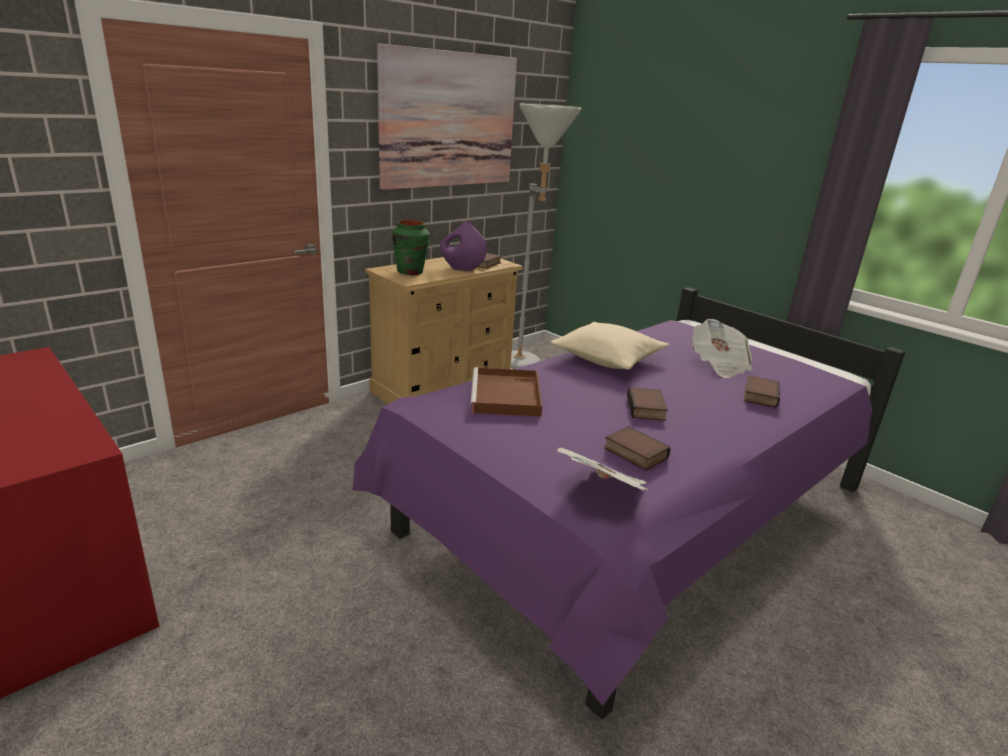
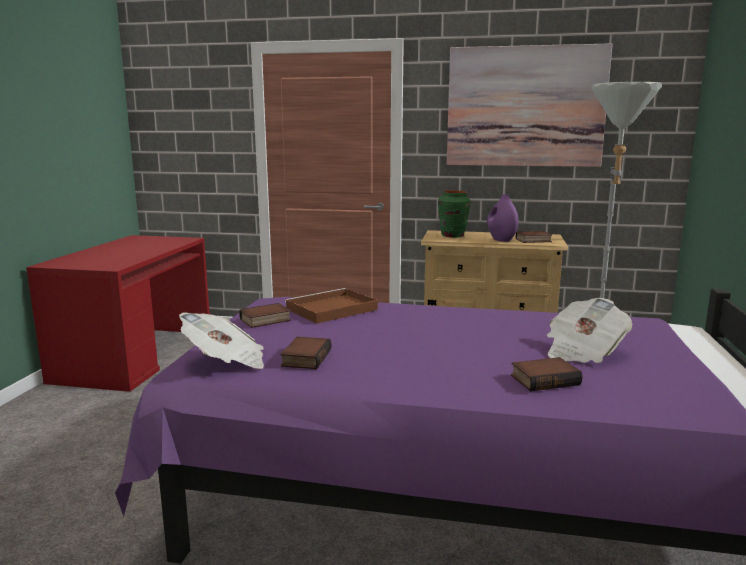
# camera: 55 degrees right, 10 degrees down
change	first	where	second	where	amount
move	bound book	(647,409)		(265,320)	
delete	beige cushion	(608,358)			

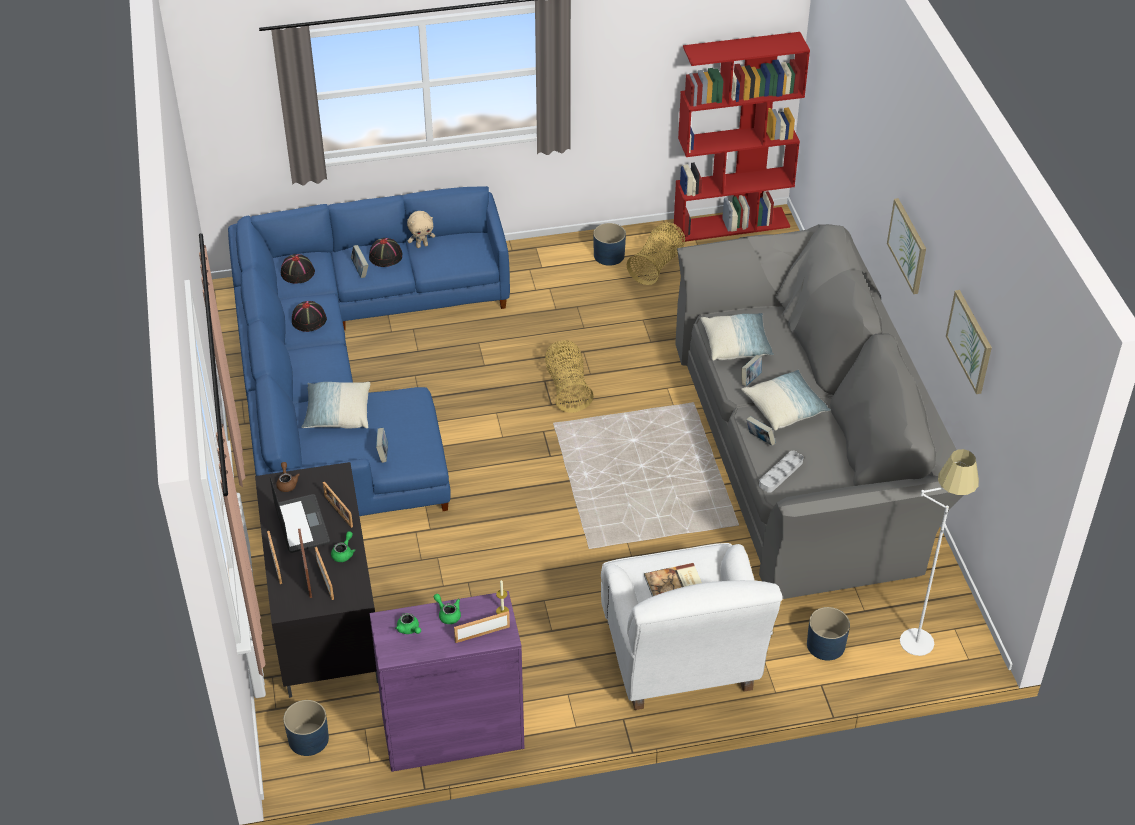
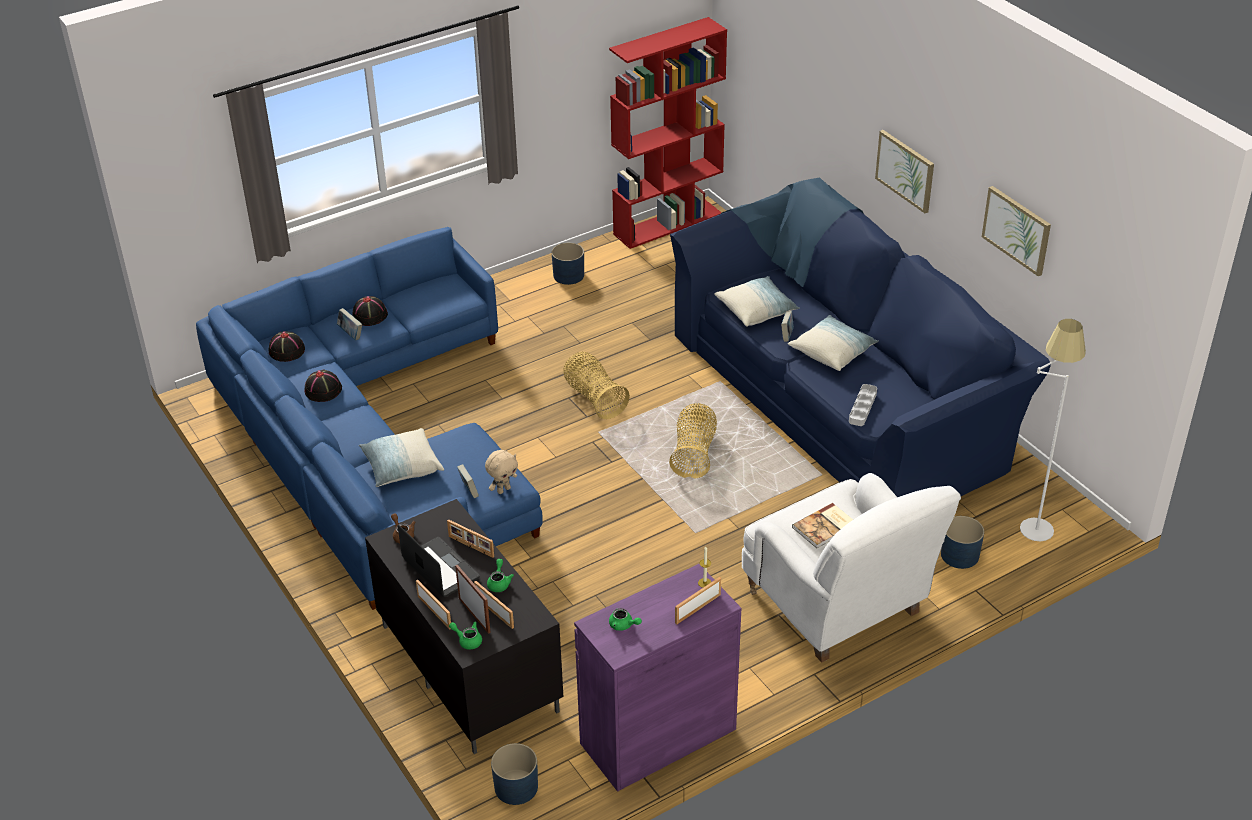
# camera: 20 degrees left, 5 degrees down
change	first	where	second	where	amount
move	green-coloured teapot	(448,614)		(467,640)	
move	beige plush toy	(422,245)		(503,490)	
move	basket	(657,265)		(694,454)	
recolor	greyish sofa	(803,449)	bluish sofa	(843,395)	
delete	bound book	(759,440)			

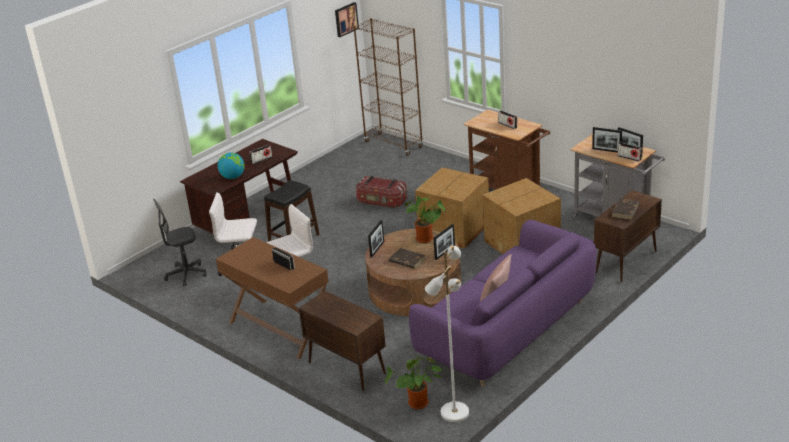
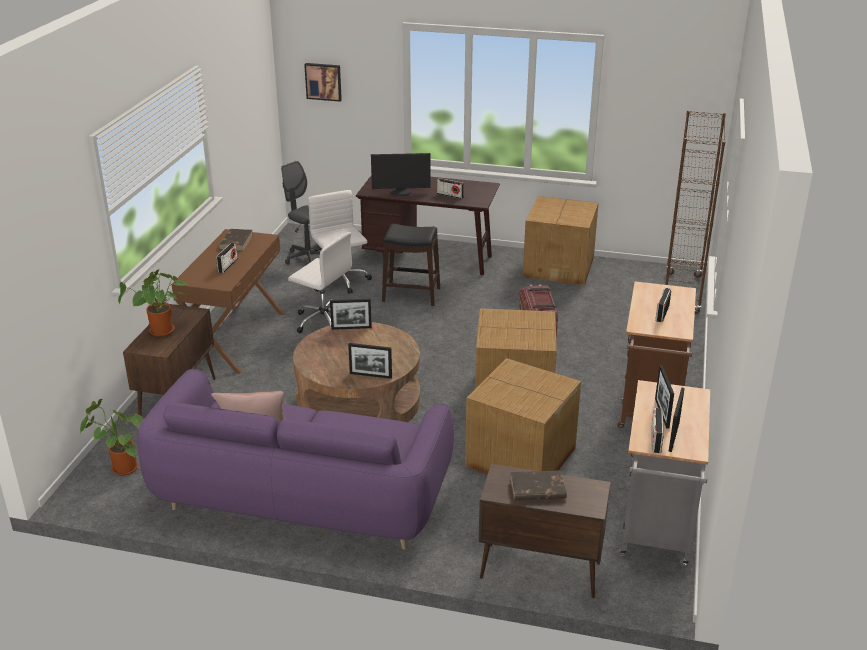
# camera: 60 degrees right, 0 degrees up
change	first	where	second	where	amount
move	plant in a pot	(426,239)		(161,333)	
move	brownish bound book	(407,260)		(236,241)	
move	wall picture	(345,19)		(323,81)	
replace	world globe	(233,177)	computer display	(401,192)	
insert			carton	(560,267)	
delete	white standard lamp	(454,412)			

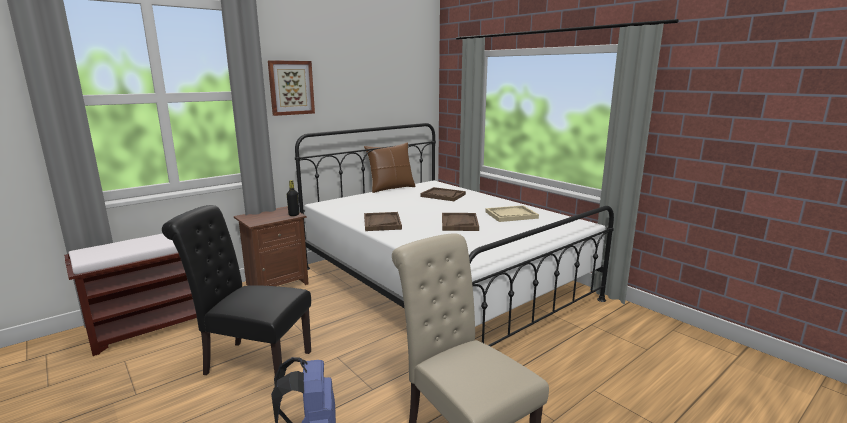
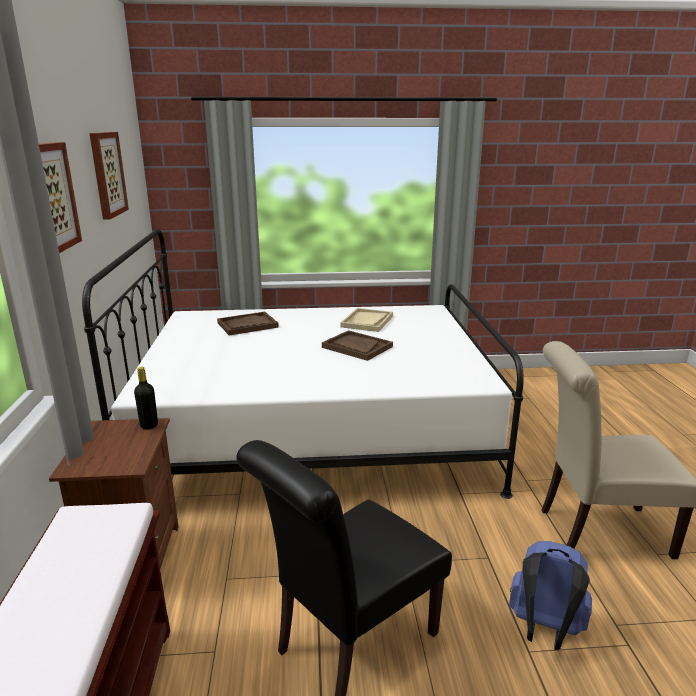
# camera: 55 degrees left, 5 degrees up
change	first	where	second	where	amount
insert			wall picture	(107,174)	
delete	brownish cushion	(391,188)			
delete	brownish carrying tray	(382,223)			

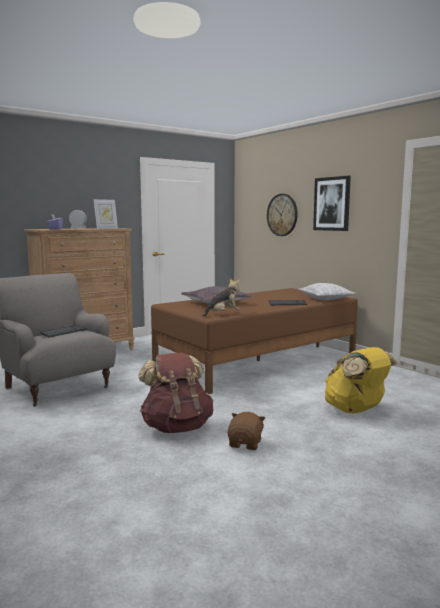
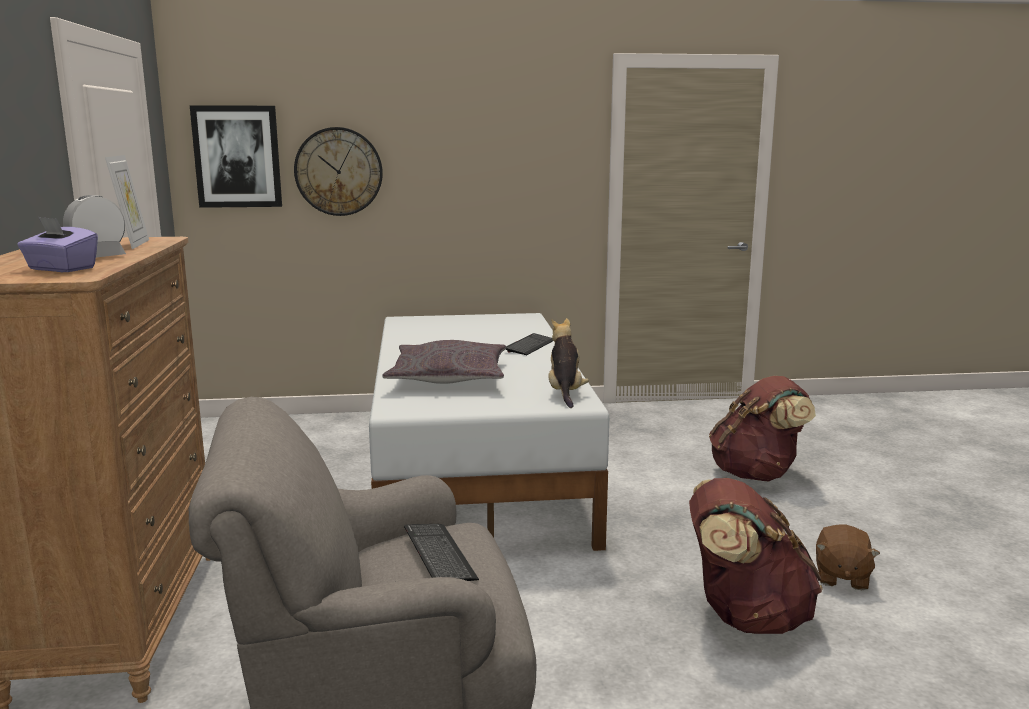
# camera: 60 degrees left, 5 degrees up
change	first	where	second	where	amount
move	wall picture	(332,204)		(237,156)	
recolor	brownish bedroom bed	(258,361)	white bedroom bed	(477,467)	
recolor	yellow rucksack	(356,410)	brownish rucksack	(756,474)	
rotate	brownish plush toy	(245,444)		(841,577)	120 degrees counterclockwise
delete	cushion	(326,299)			

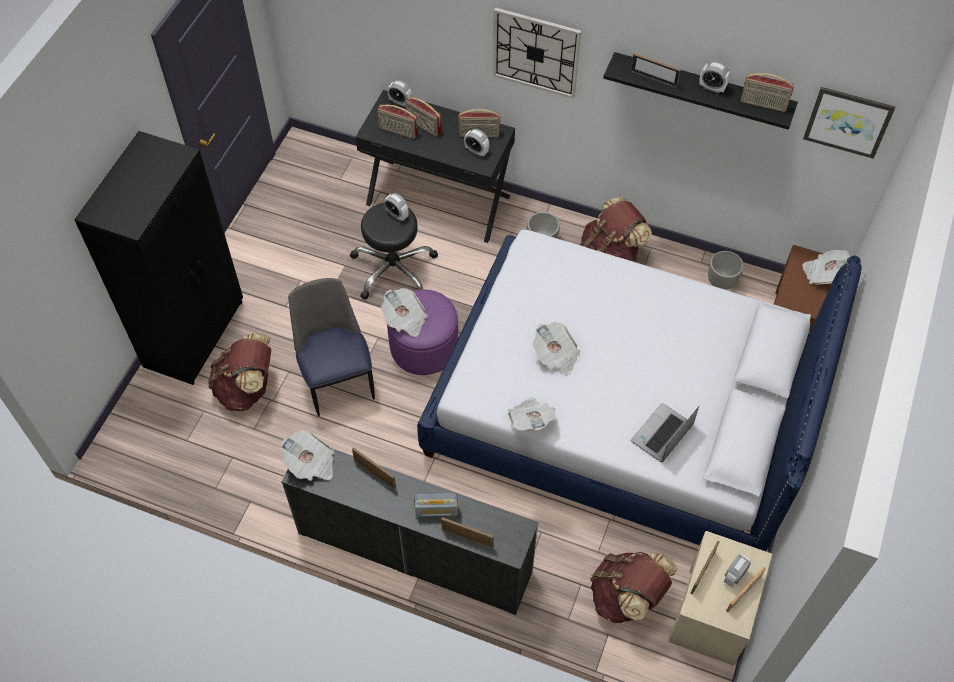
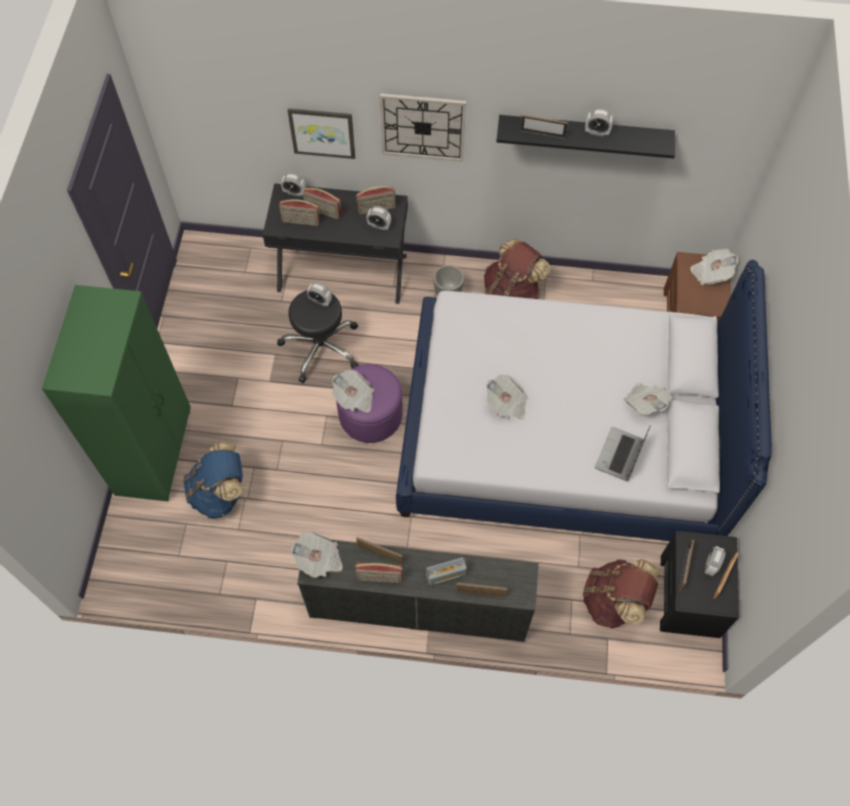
# camera: 15 degrees left, 5 degrees up
change	first	where	second	where	amount
recolor	black armoire	(195,334)	green-coloured armoire	(155,451)	
recolor	brownish rucksack	(247,389)	bluish rucksack	(220,493)	
move	wall picture	(848,121)		(322,132)	
move	radio set	(763,104)		(379,578)	
move	newspaper	(531,420)		(645,403)	
recolor	beige bedside table	(712,613)	black bedside table	(689,596)	
delete	chair	(337,379)			
delete	planter	(721,282)			

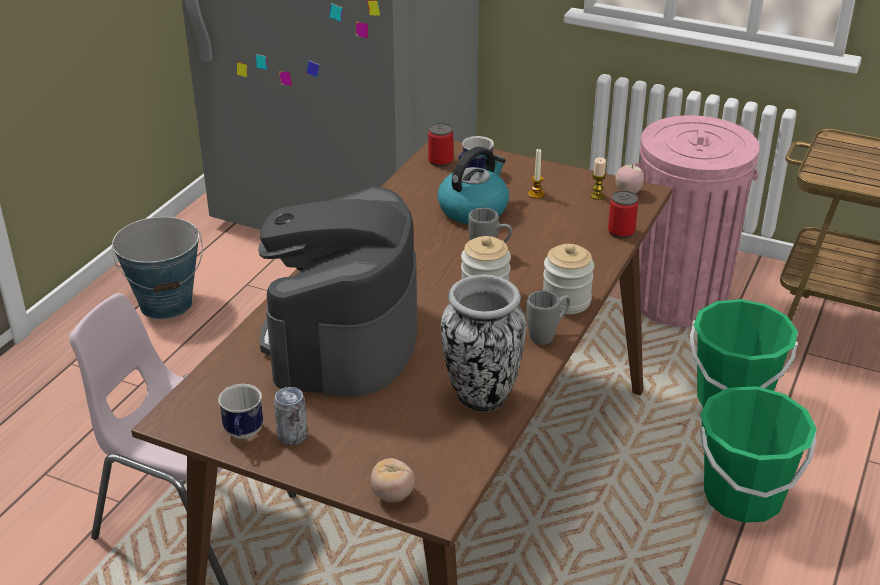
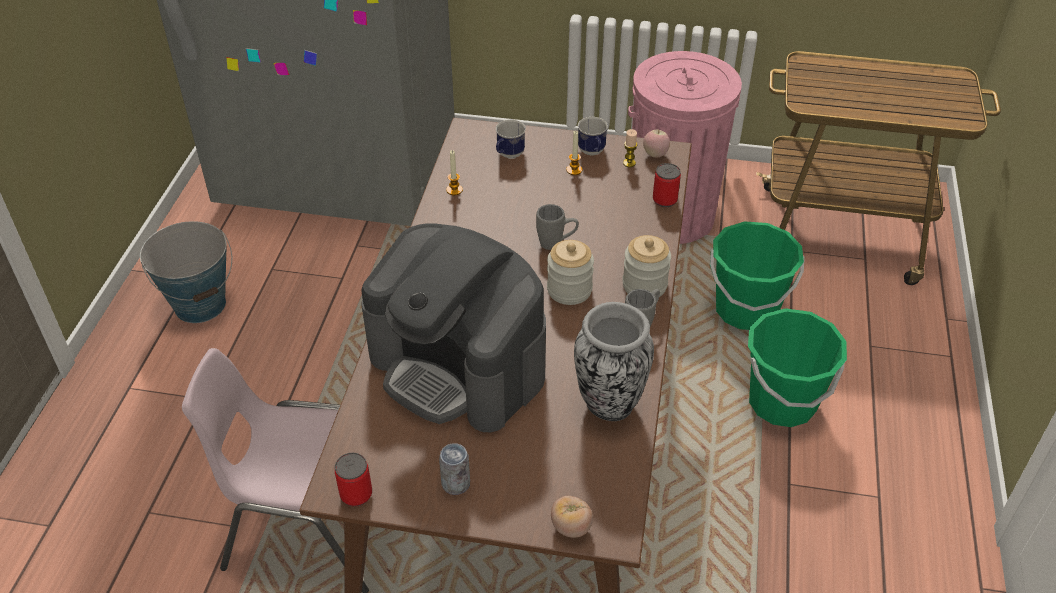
# camera: 15 degrees left, 10 degrees up
change	first	where	second	where	amount
move	can	(440,161)		(356,494)	
rotate	coffee brewer	(342,339)		(459,366)	45 degrees counterclockwise
insert			wax light	(454,190)	
move	coffee mug	(243,435)		(592,153)	
delete	tea kettle	(473,209)			

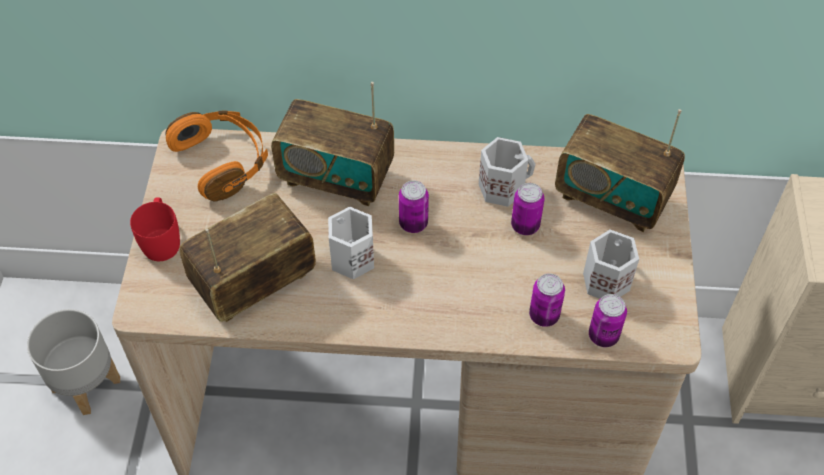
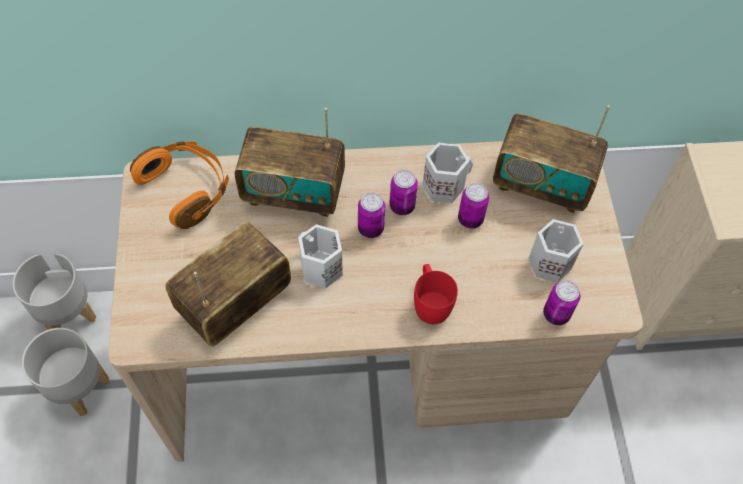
# camera: 10 degrees left, 5 degrees up
change	first	where	second	where	amount
insert			greyish planter	(67,315)	
move	can	(544,315)		(402,206)	
move	red-coloured coffee mug	(162,239)		(430,301)	

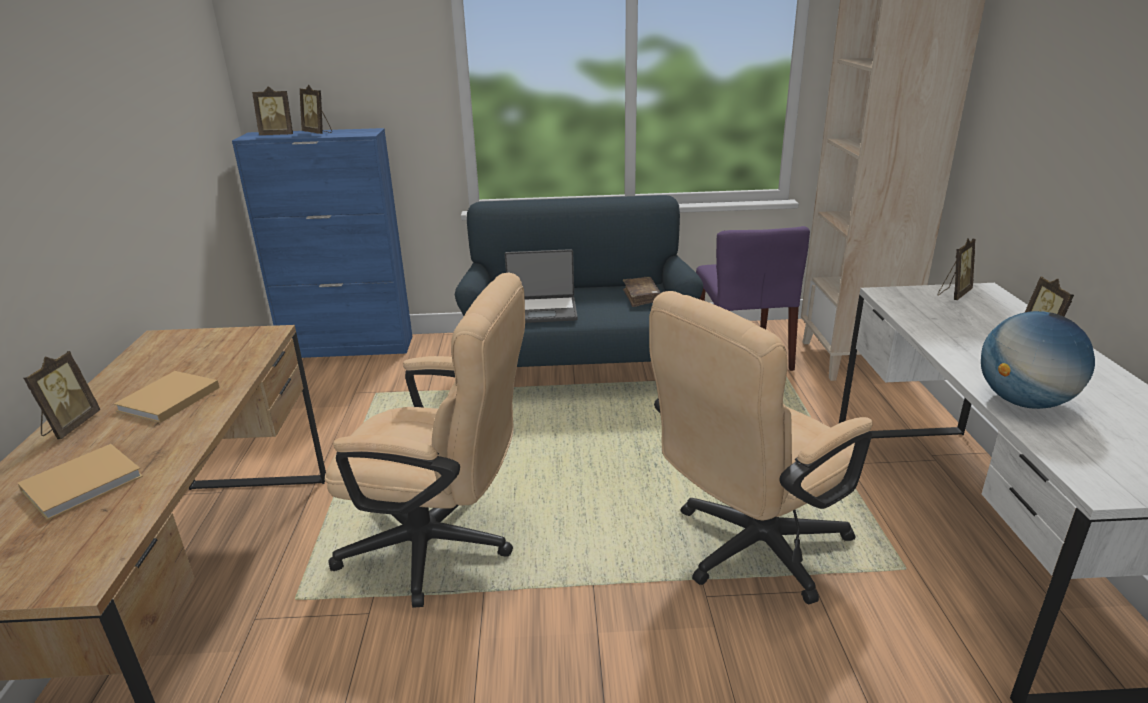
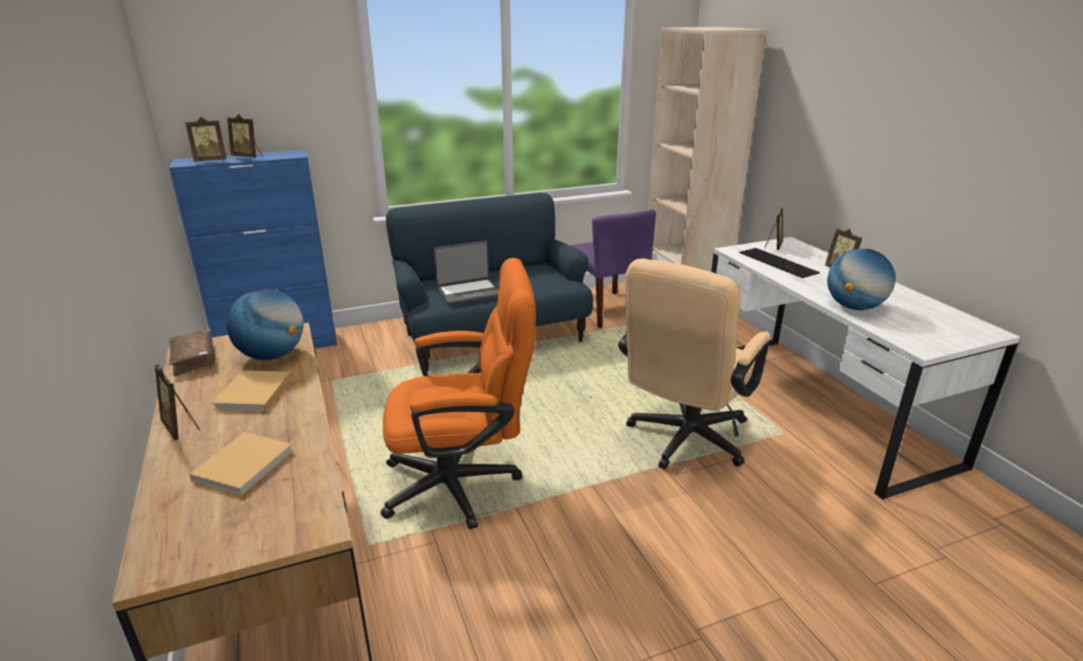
# camera: 20 degrees left, 0 degrees up
change	first	where	second	where	amount
rotate	picture frame	(70,426)		(181,427)	150 degrees clockwise
move	brownish bound book	(641,297)		(194,359)	
insert			world globe	(272,355)	
recolor	beige office chair	(441,547)	orange office chair	(464,484)	
insert			computer keyboard	(779,262)	

